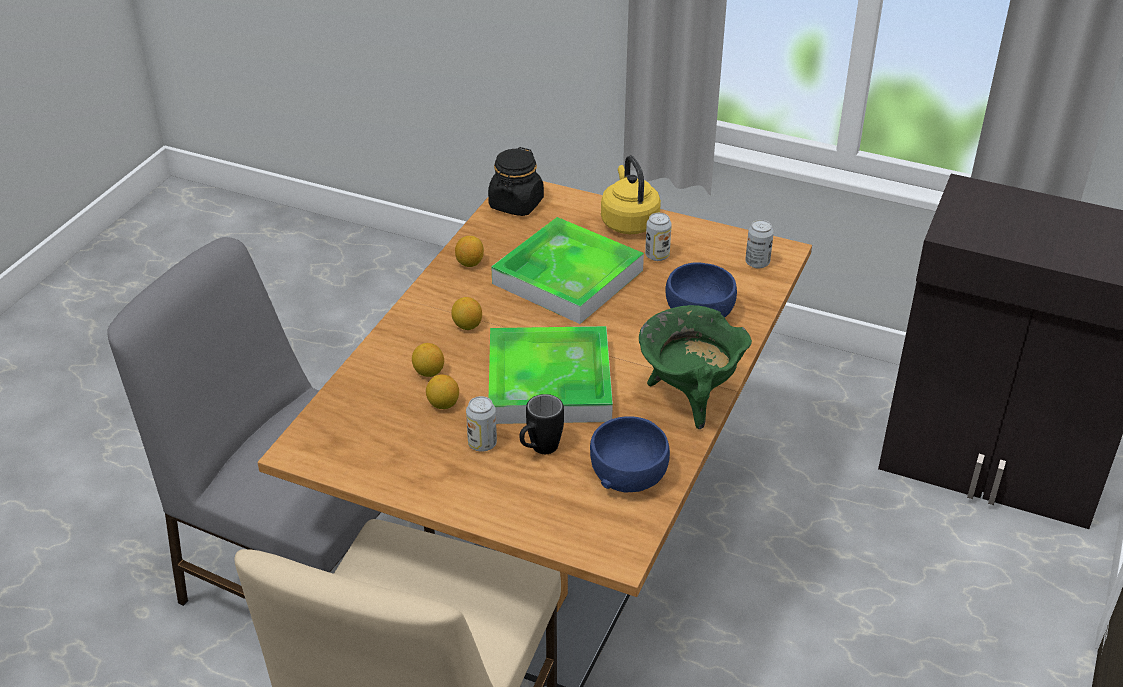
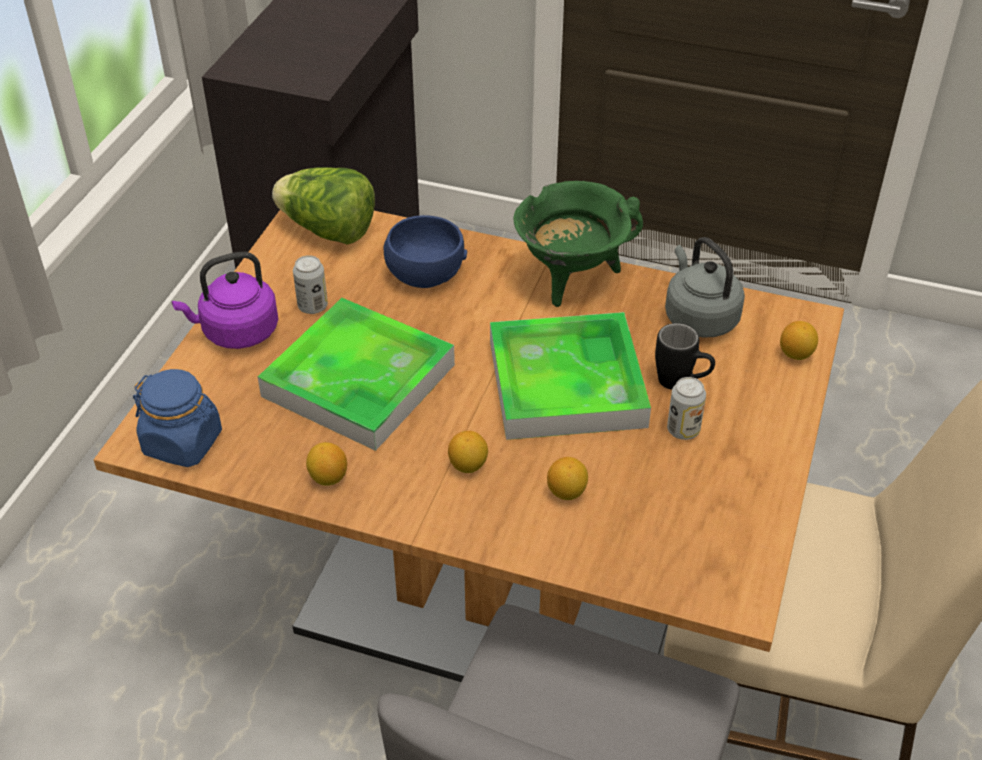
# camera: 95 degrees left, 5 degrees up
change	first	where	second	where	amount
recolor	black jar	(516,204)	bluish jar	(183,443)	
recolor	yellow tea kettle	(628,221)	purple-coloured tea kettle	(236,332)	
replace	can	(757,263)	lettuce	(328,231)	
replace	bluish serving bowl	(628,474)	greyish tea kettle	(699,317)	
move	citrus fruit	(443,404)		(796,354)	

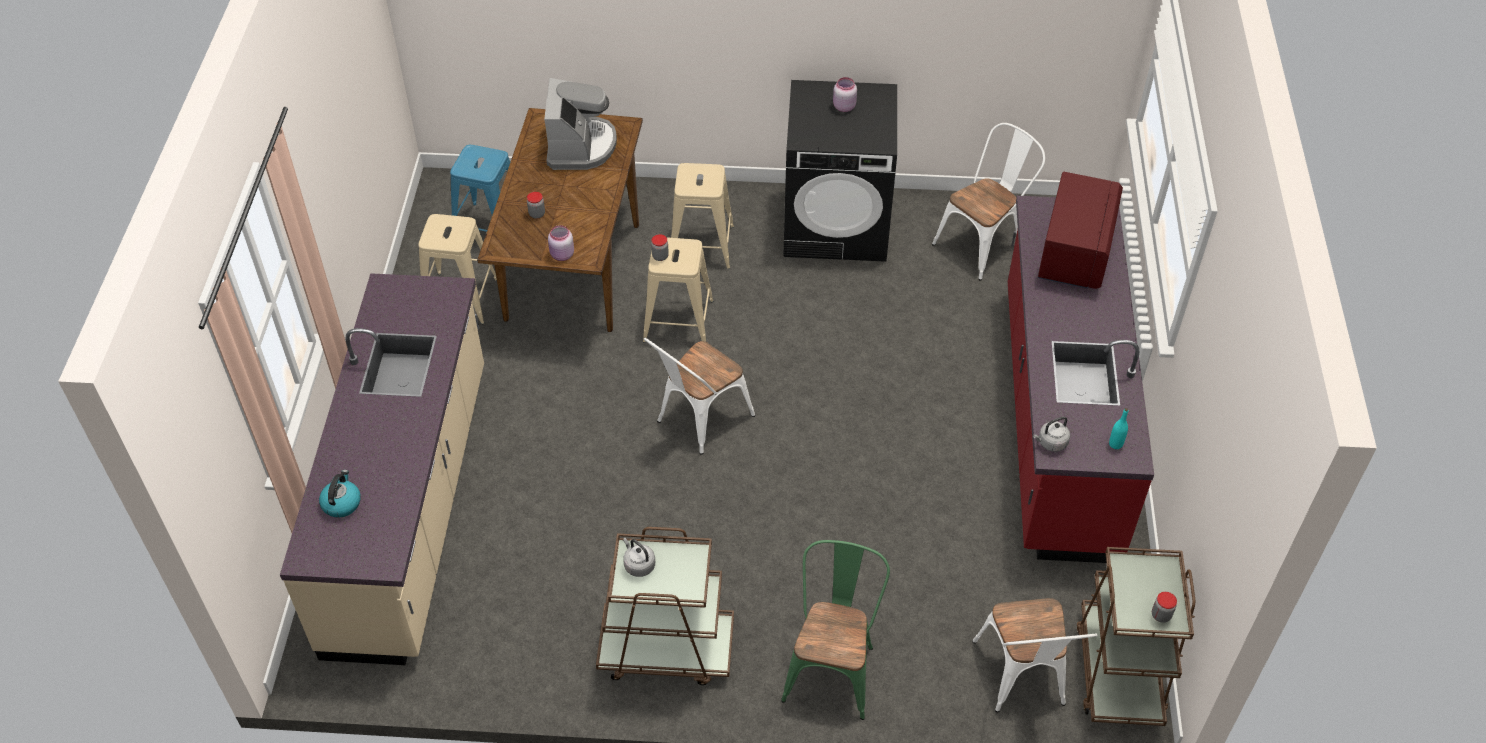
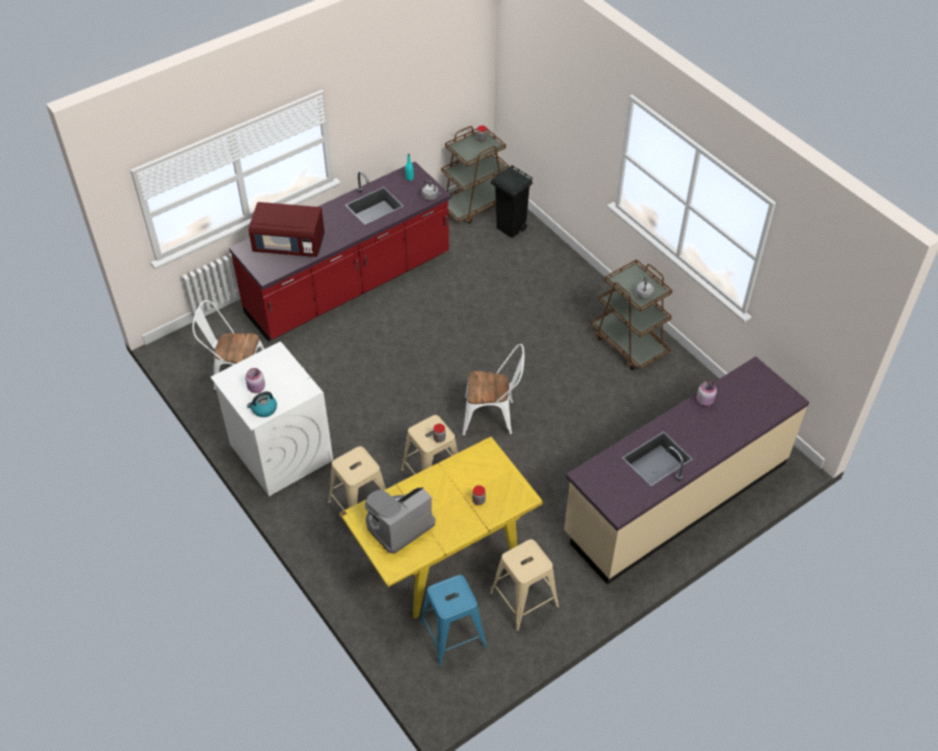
# camera: 130 degrees left, 0 degrees up
change	first	where	second	where	amount
recolor	black laundry appliance	(837,225)	white laundry appliance	(280,452)	
move	tea kettle	(341,503)		(264,409)	
rotate	red-coloured microwave oven	(1074,252)		(289,244)	150 degrees counterclockwise
recolor	brownish dining table	(573,269)	yellow dining table	(443,558)	
replace	white chair	(1023,679)	black trash can	(511,228)	
move	pinkish jar	(562,255)		(705,401)	
delete	green-coloured chair	(832,667)			

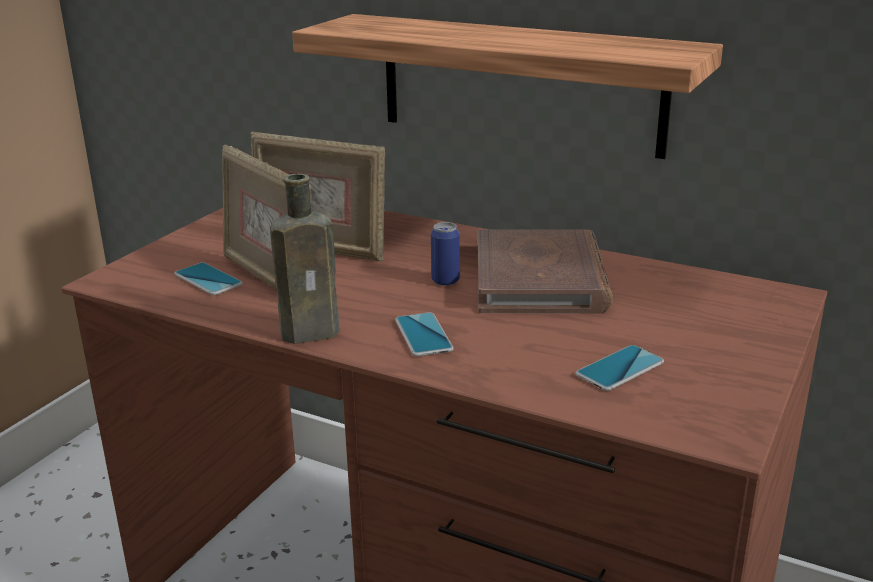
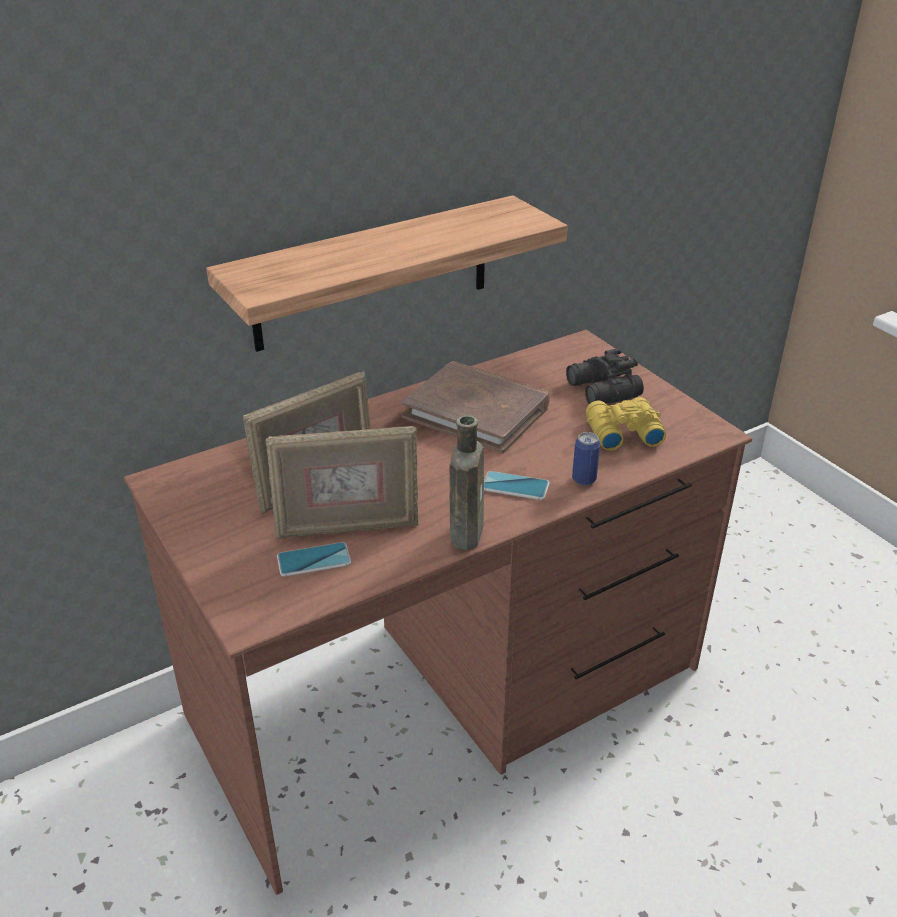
# camera: 60 degrees left, 10 degrees up
change	first	where	second	where	amount
insert			black pair of binoculars	(602,391)	
move	can	(445,281)		(584,479)	
replace	handset	(620,369)	yellow pair of binoculars	(621,432)	

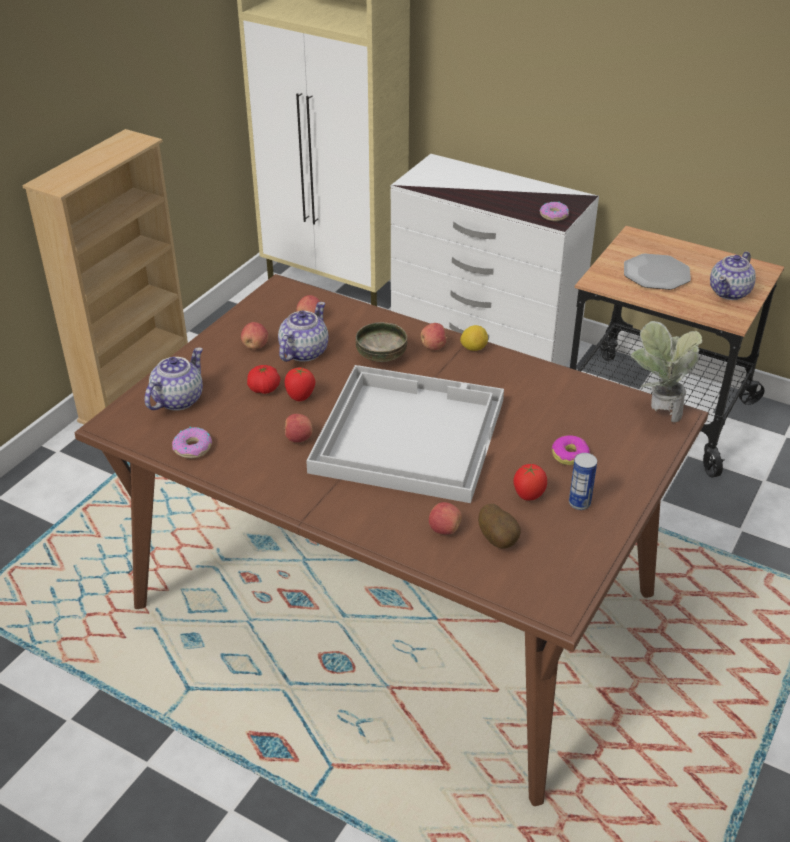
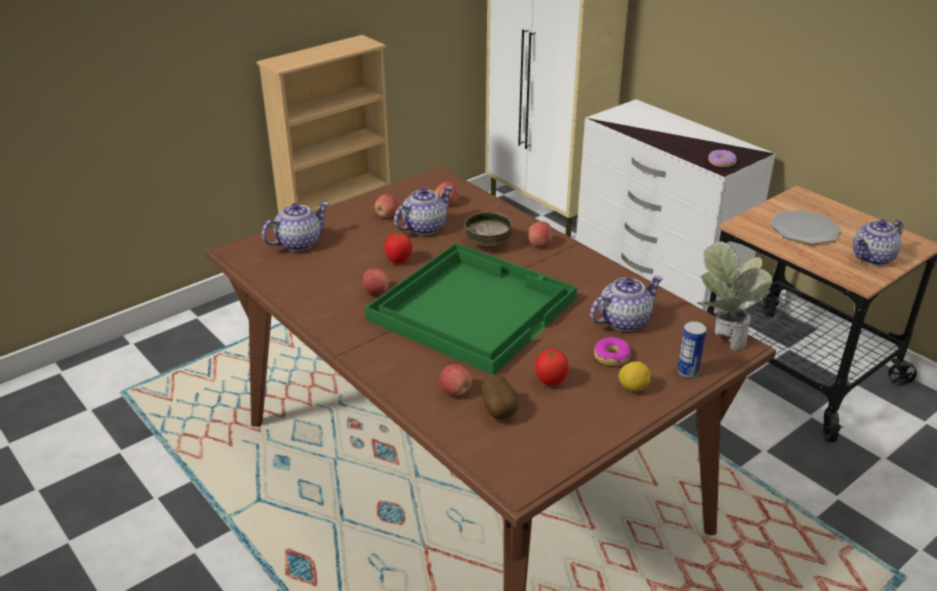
# camera: 20 degrees right, 5 degrees down
change	first	where	second	where	amount
recolor	white carrying tray	(407,434)	green-coloured carrying tray	(472,308)	
insert			teapot	(623,321)	
move	citrus fruit	(473,348)		(633,387)	
move	can	(579,503)		(687,372)	
delete	doughnut	(193,448)			
delete	fresh tomato	(264,389)			

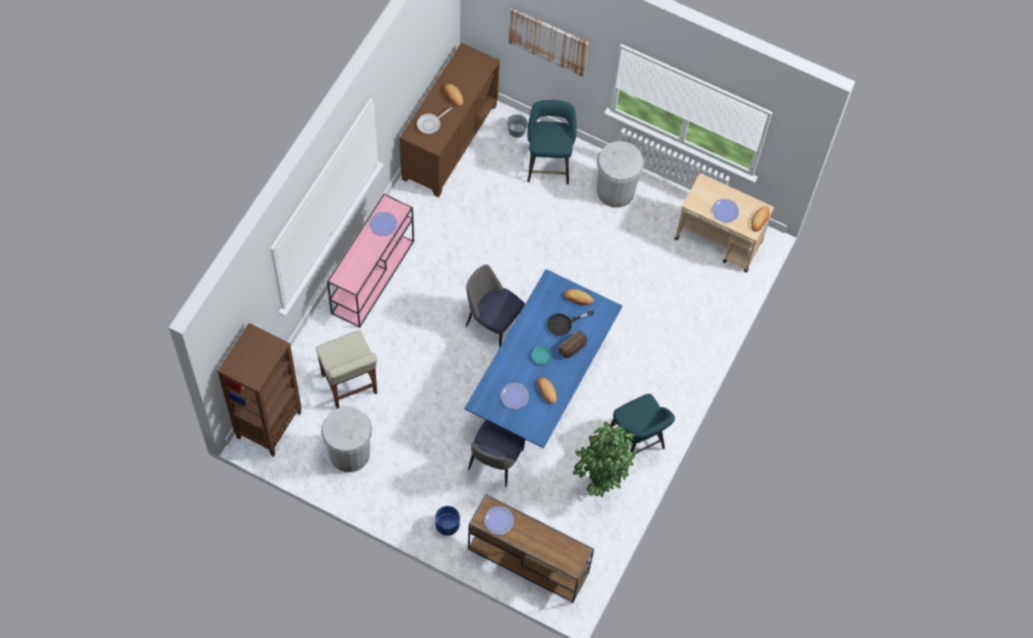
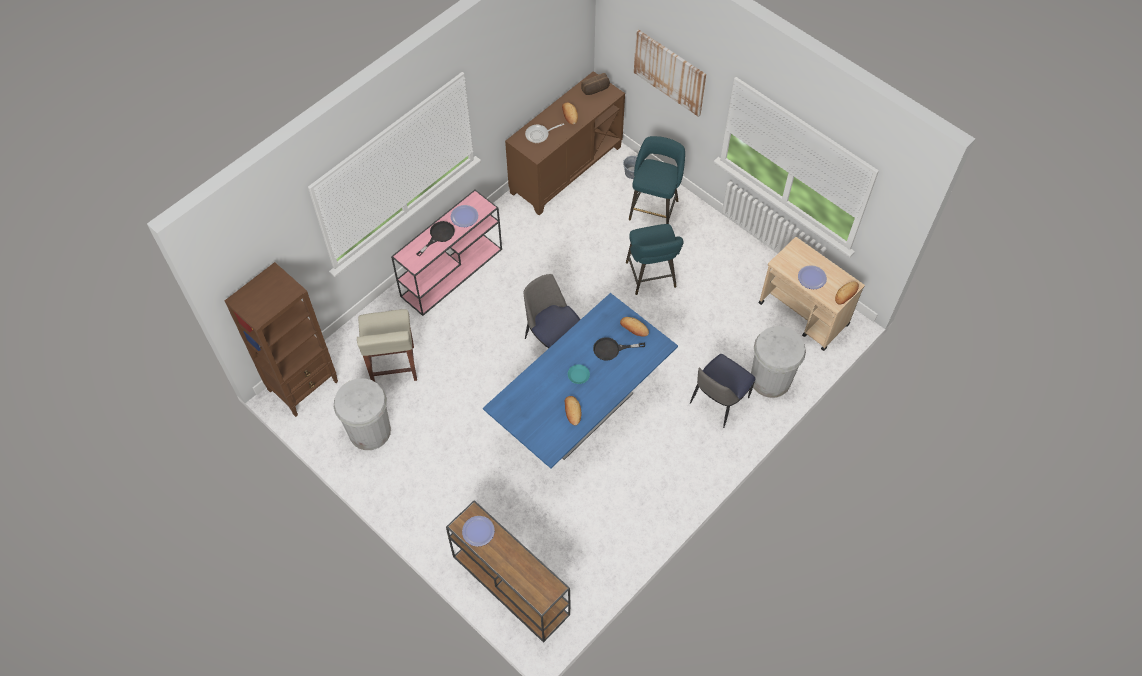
# camera: 20 degrees right, 5 degrees down
change	first	where	second	where	amount
insert			black frying pan	(439,236)	
move	bread	(573,348)		(596,90)	
move	blue-green sitting stool	(637,443)		(651,277)	
move	chair	(495,462)		(718,402)	
move	white trash can	(615,191)		(770,379)	
delete	bluish planter	(447,525)			
delete	plate	(514,396)			
delete	plant in a pot	(600,487)			

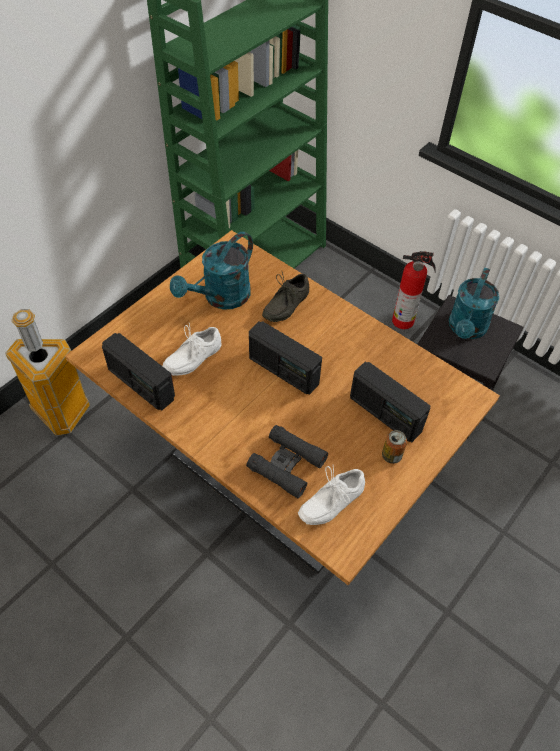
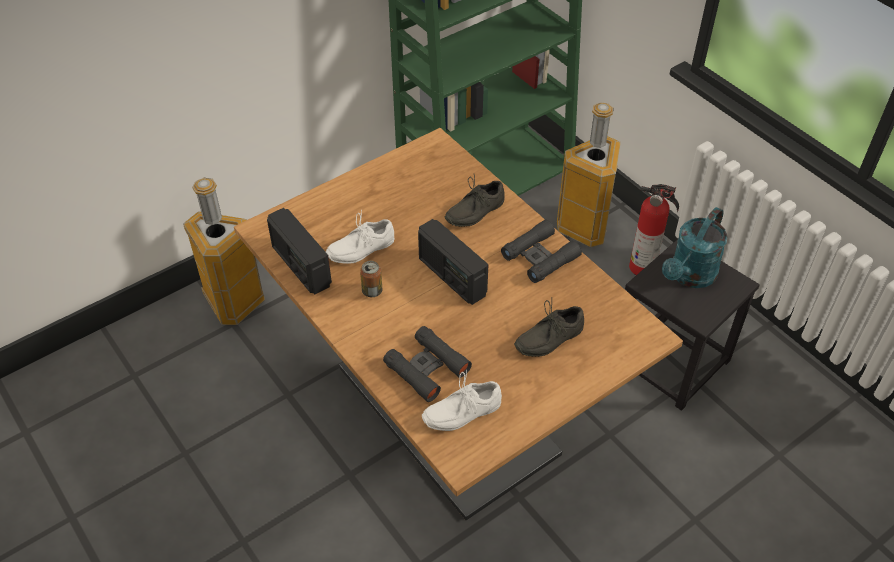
# camera: 15 degrees right, 5 degrees down
change	first	where	second	where	amount
move	can	(391,455)		(372,291)	
insert			black pair of binoculars	(540,257)	
replace	radio set	(385,414)	greyish shoe	(547,337)	
insert			trash can	(586,227)	
delete	blue-green watering pot	(221,298)			

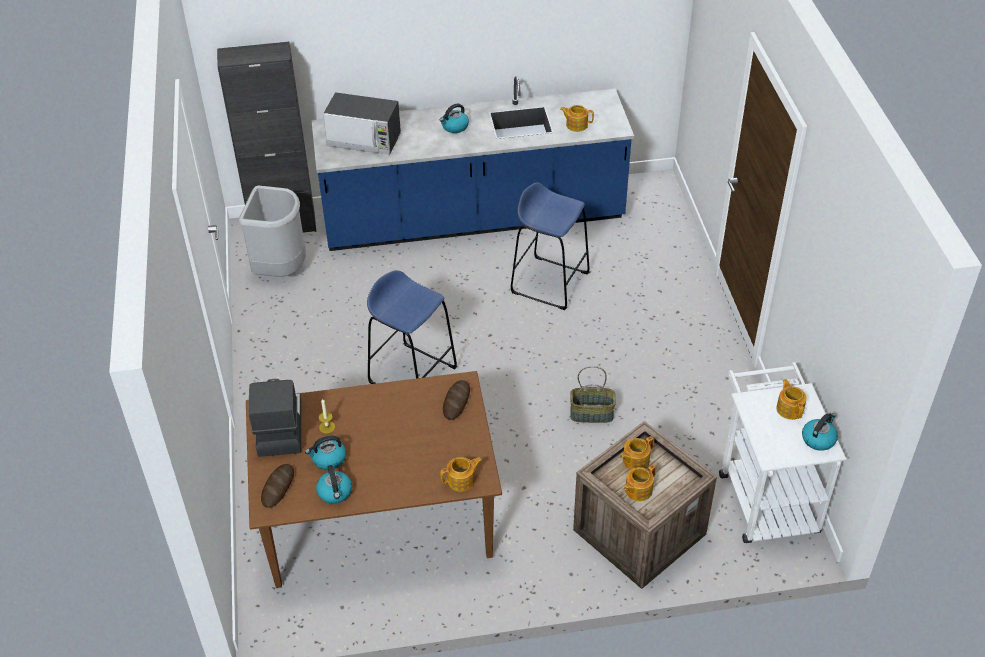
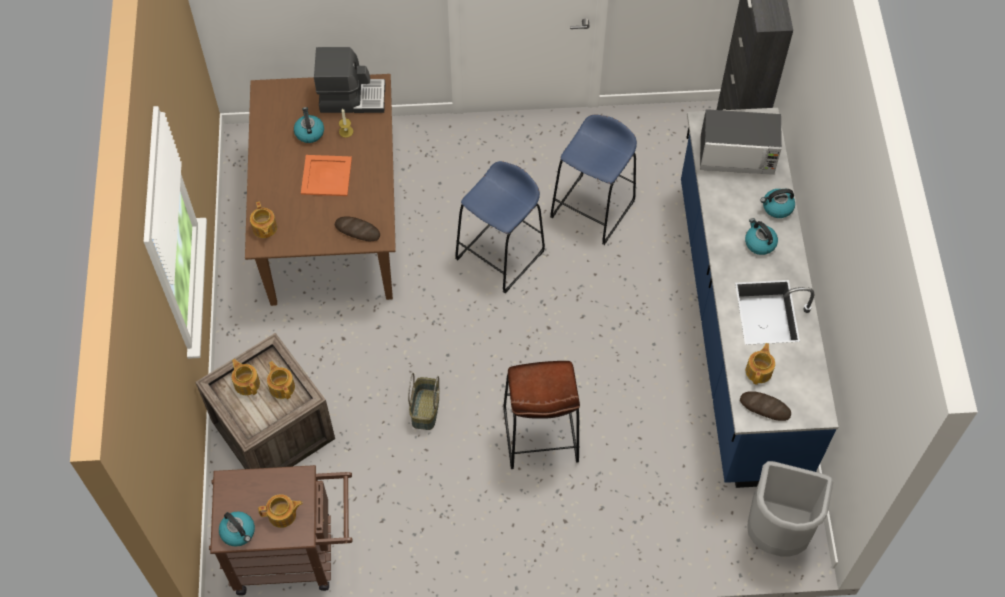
# camera: 95 degrees right, 15 degrees up
change	first	where	second	where	amount
recolor	white wheeled cart	(764,495)	brownish wheeled cart	(294,554)	
insert			orange carrying tray	(327,176)	
insert			brownish sitting stool	(540,435)	
move	bluish sitting stool	(550,282)		(593,209)	
rotate	microwave oven	(364,140)		(737,155)	105 degrees counterclockwise
move	bread	(278,487)		(765,407)	
move	greyish trash can	(281,270)		(776,532)	
move	tea kettle	(335,492)		(777,207)	

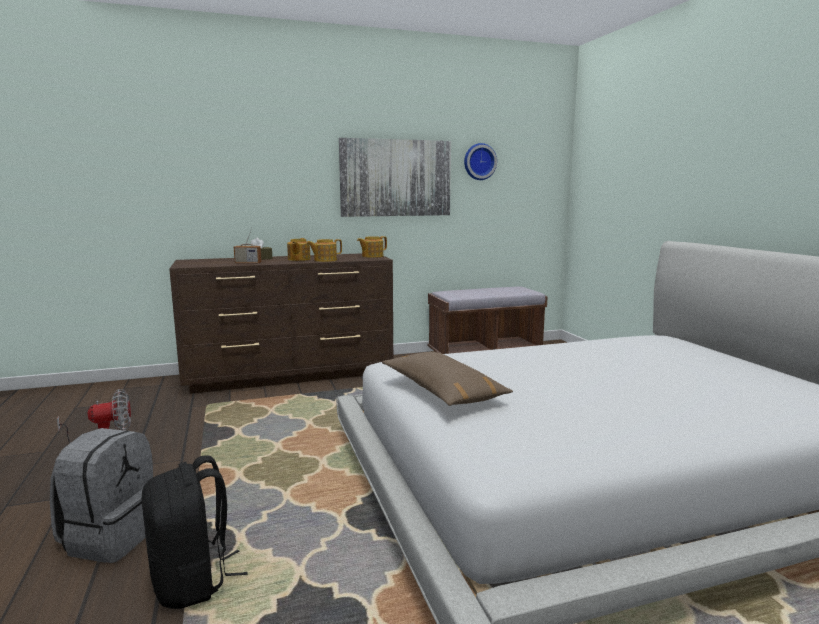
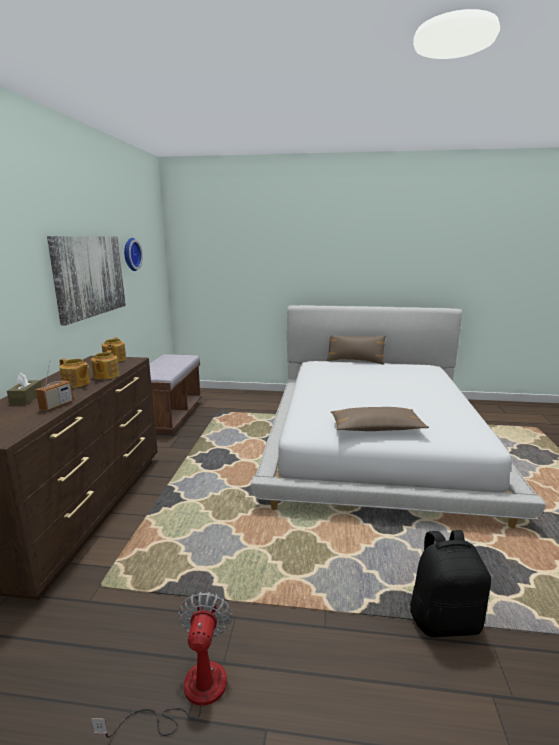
# camera: 65 degrees left, 5 degrees up
change	first	where	second	where	amount
insert			brownish cushion	(355,361)	
delete	greyish rucksack	(111,537)			

